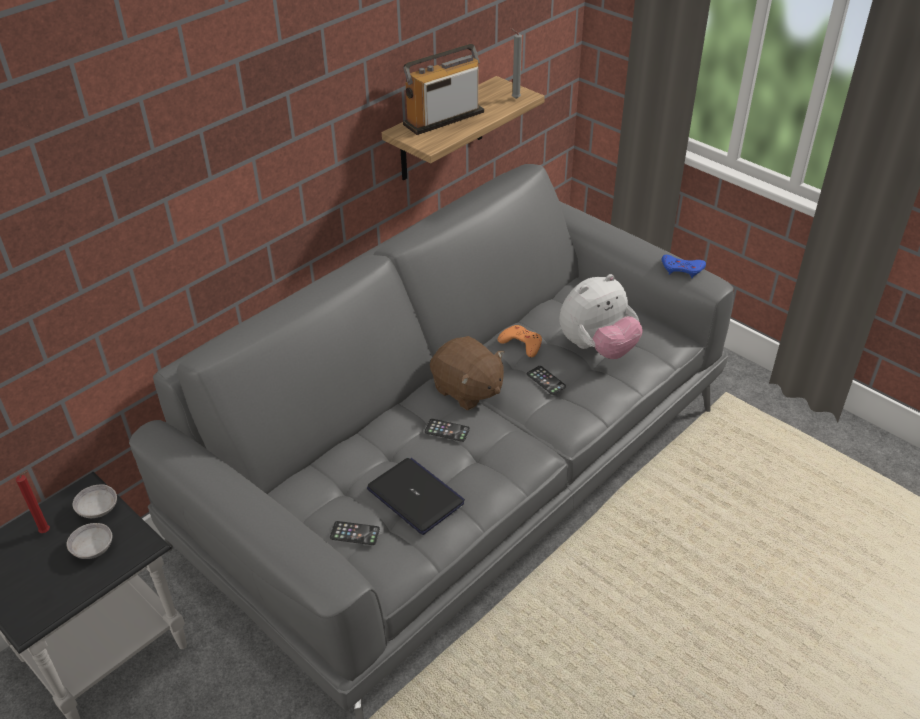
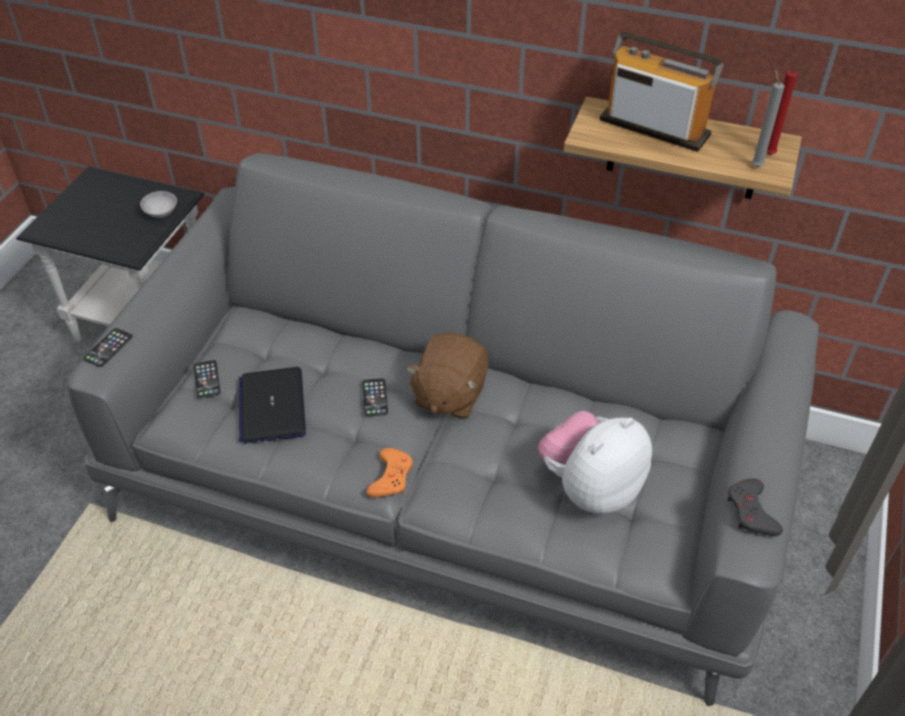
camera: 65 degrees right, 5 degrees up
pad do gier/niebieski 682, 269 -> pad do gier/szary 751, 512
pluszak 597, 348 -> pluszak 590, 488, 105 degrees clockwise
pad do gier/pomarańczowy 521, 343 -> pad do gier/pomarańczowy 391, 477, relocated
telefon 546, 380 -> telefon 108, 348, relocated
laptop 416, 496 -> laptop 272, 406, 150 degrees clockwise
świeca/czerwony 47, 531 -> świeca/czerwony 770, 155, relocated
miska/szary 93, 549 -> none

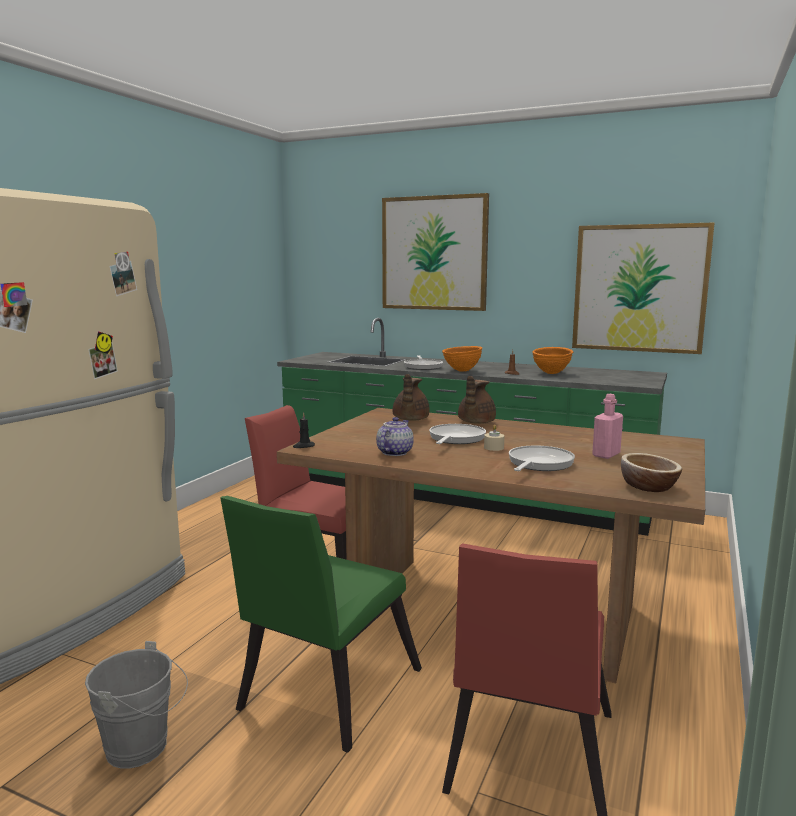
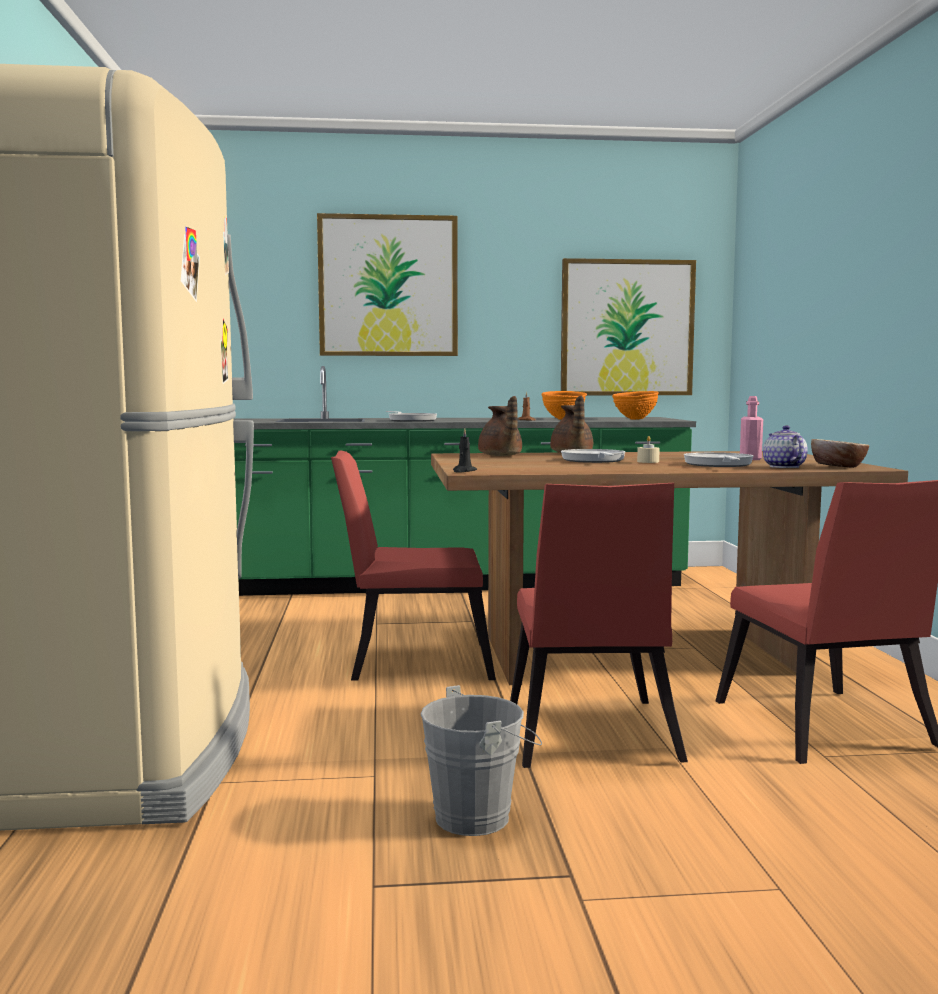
camera: 30 degrees left, 5 degrees down
miska/pomarańczowy 461, 371 -> miska/pomarańczowy 635, 419, relocated
imbryk 394, 452 -> imbryk 783, 467, relocated
krzesło/zielony 323, 694 -> krzesło/czerwony 589, 737

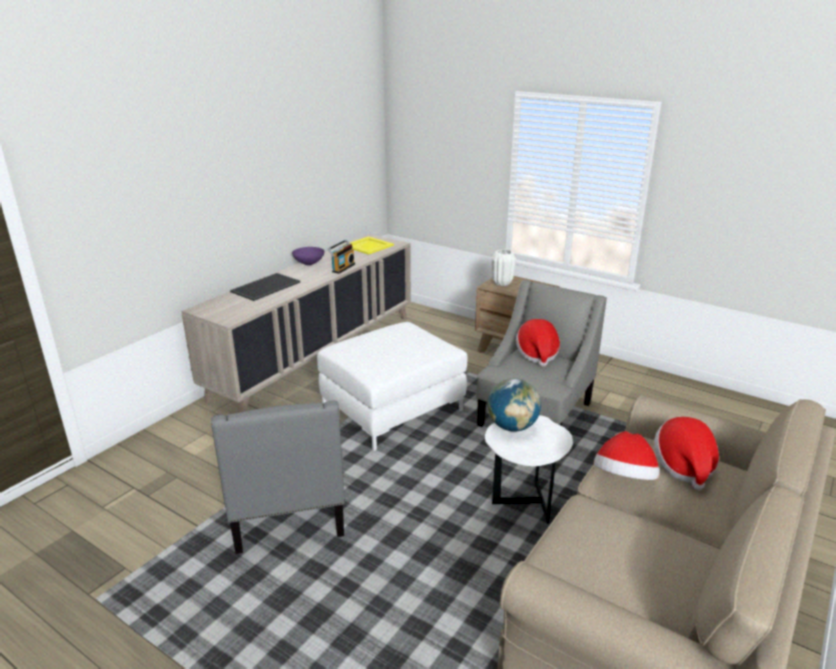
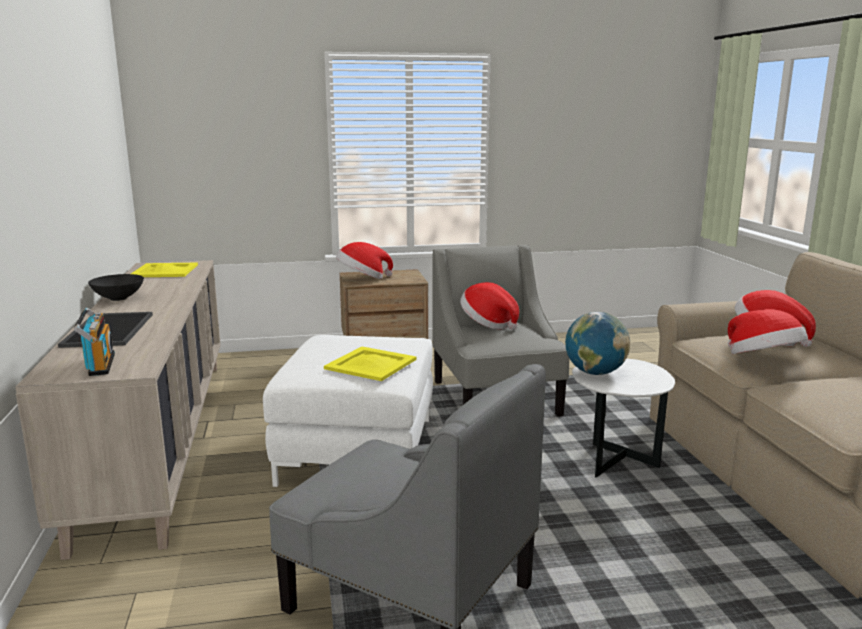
camera: 45 degrees left, 10 degrees down
radio 342, 268 -> radio 98, 365, relocated
miska/fioletowy 309, 263 -> miska/czarny 119, 298
wazon/biały 502, 283 -> kapelusz 362, 278
none -> taca/żółty 370, 364

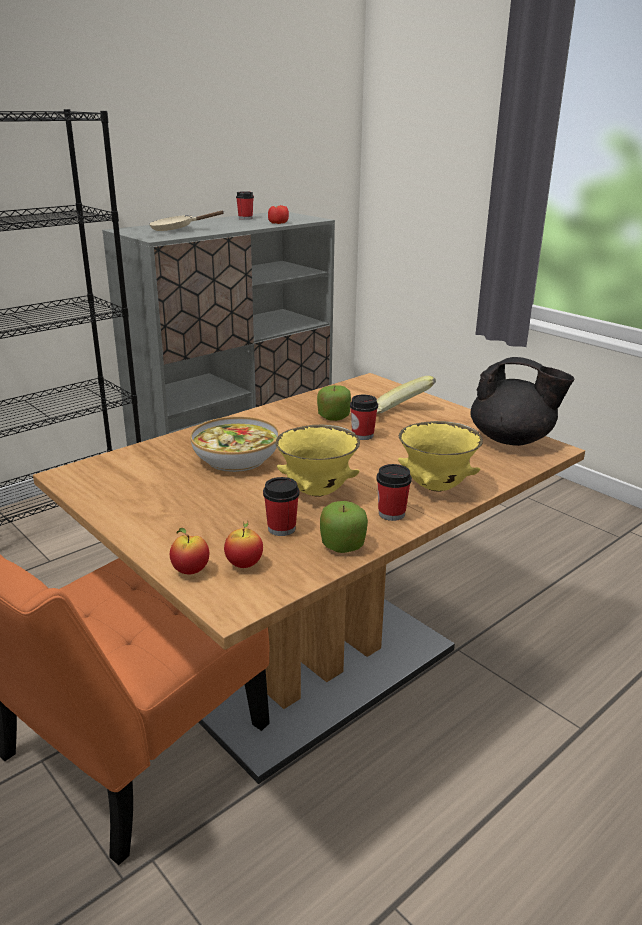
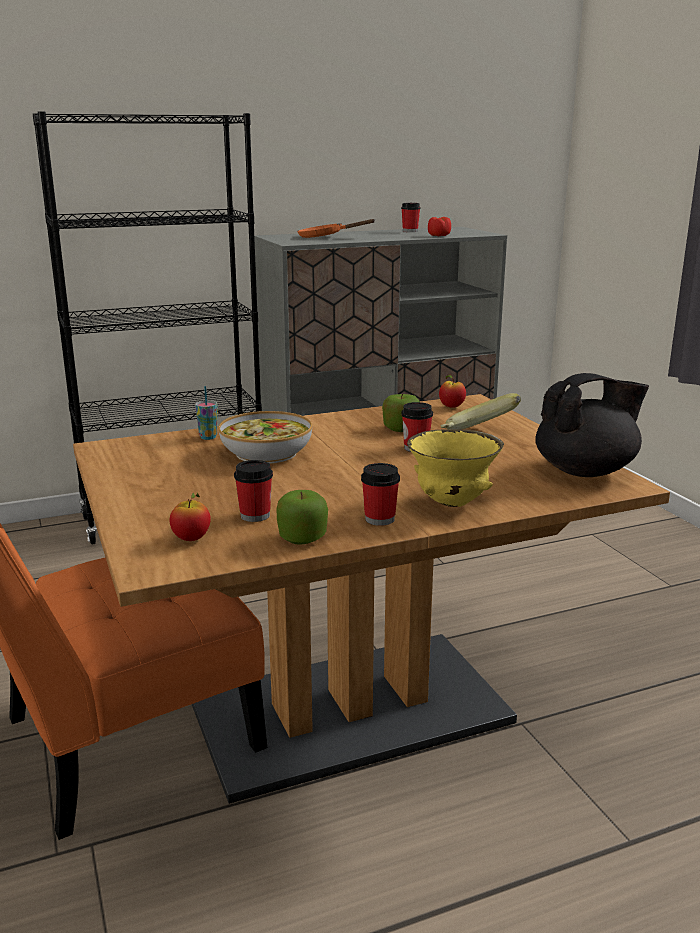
camera: 20 degrees right, 5 degrees down
patelnia/beżowy 177, 229 -> patelnia/pomarańczowy 325, 237
imbryk/czarny 512, 440 -> imbryk/czarny 586, 471, 60 degrees counterclockwise
miska/żółty 318, 492 -> none
jabłko 190, 571 -> jabłko 451, 407, relocated
none -> filiżanka 208, 437

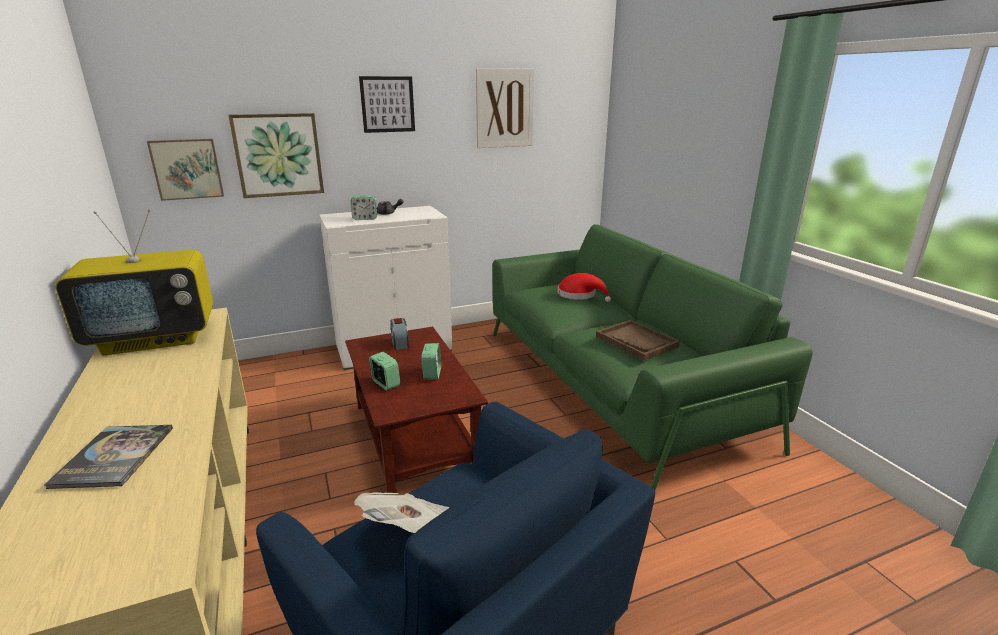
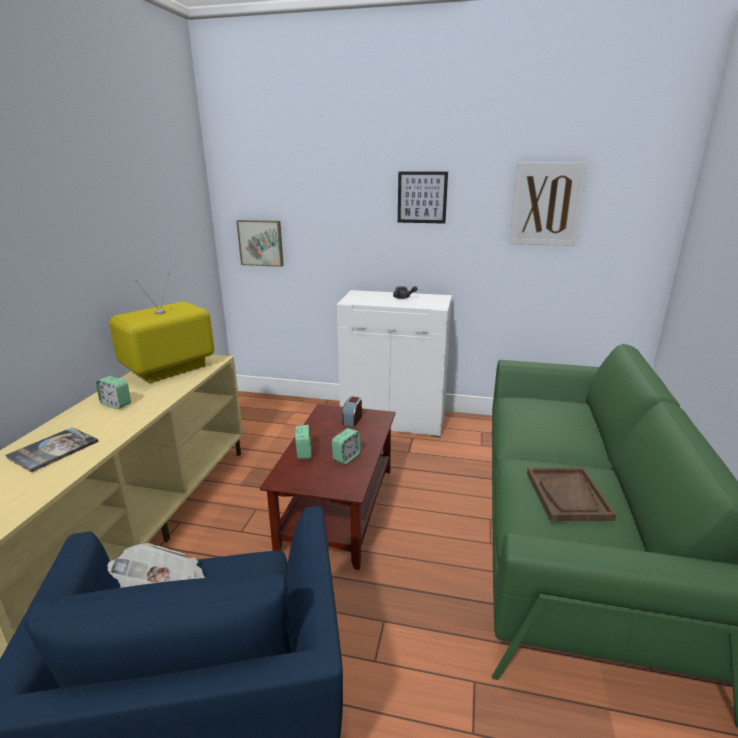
camera: 35 degrees right, 0 degrees up
obraz 278, 155 -> none
budzik 365, 218 -> budzik 116, 404, relocated
telewizor 156, 338 -> telewizor 169, 370, 120 degrees clockwise
kapelusz/czerwony 579, 295 -> none

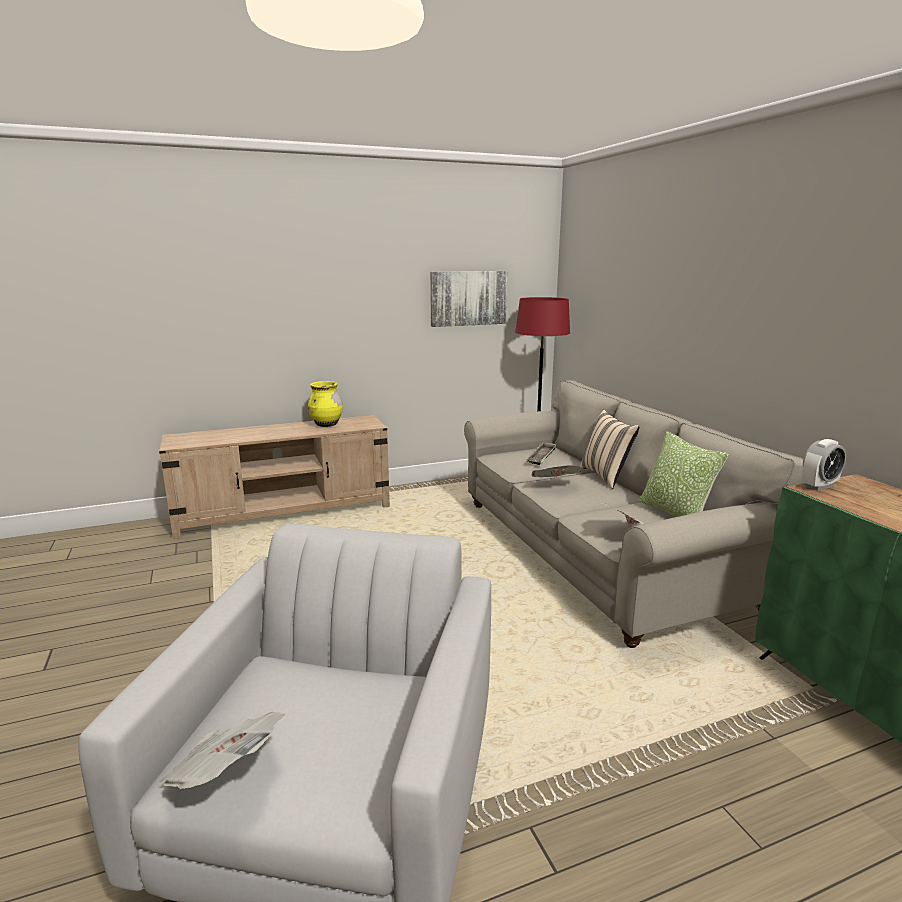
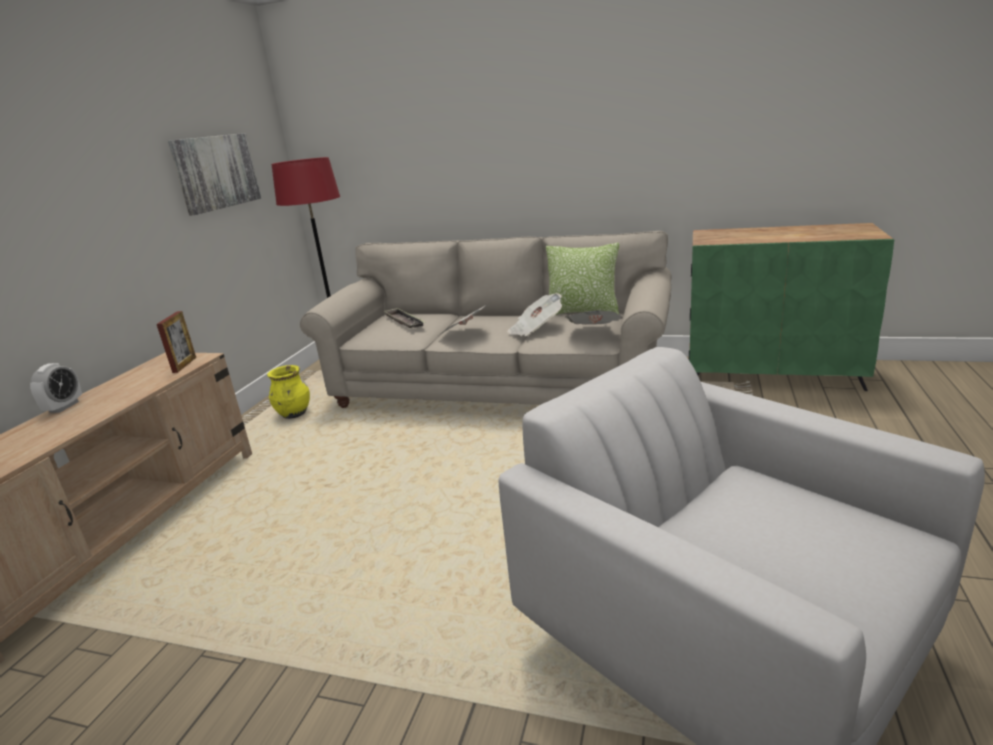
camera: 50 degrees left, 5 degrees up
wazon/żółty 326, 424 -> wazon/żółty 294, 414, relocated
poduszka/beżowy 606, 476 -> none
budzik 819, 486 -> budzik 64, 407, relocated
gazeta 226, 773 -> gazeta 535, 329, relocated
none -> ramka na zdjęcie 184, 365

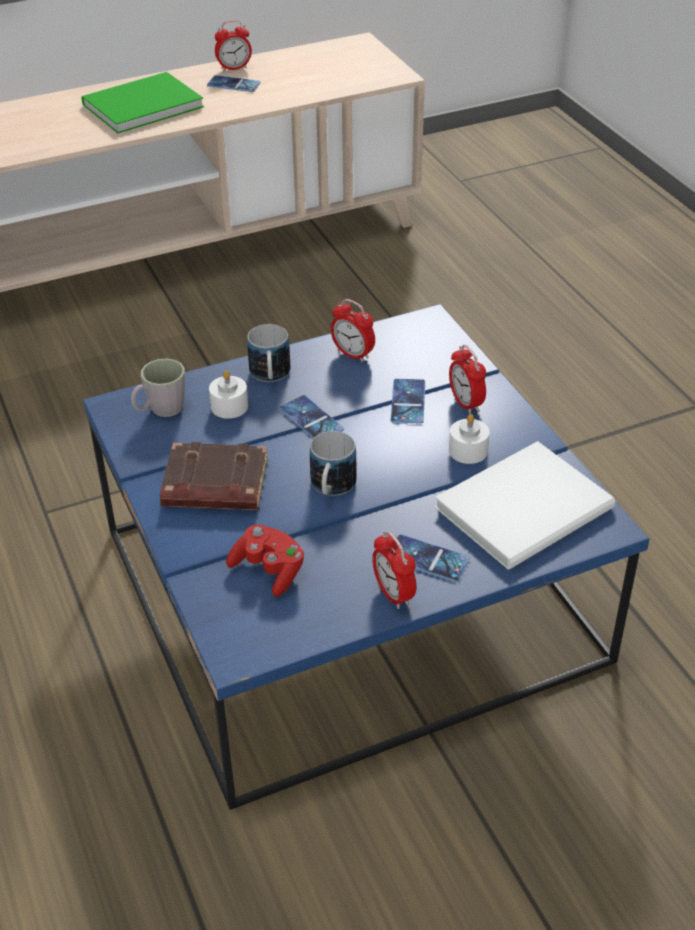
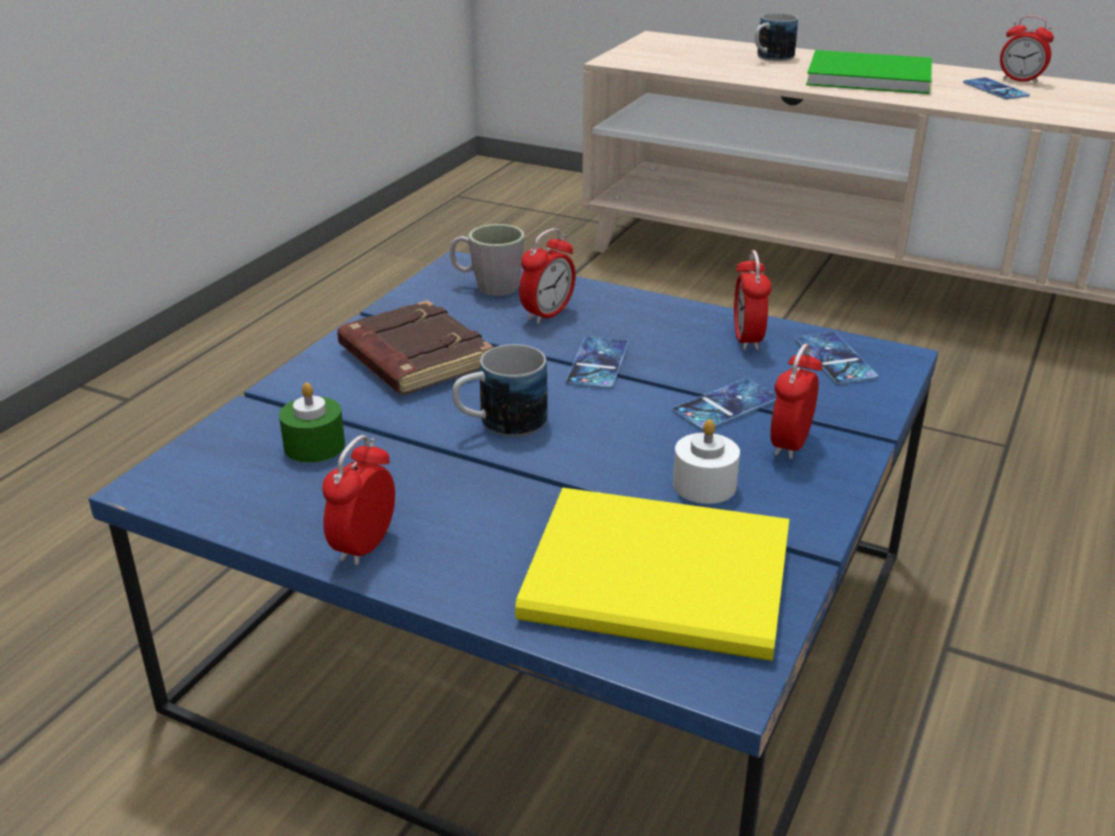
camera: 50 degrees right, 10 degrees down
kubek 270, 376 -> kubek 770, 58, relocated
świeca/biały 229, 406 -> budzik 547, 314
książka/biały 530, 508 -> książka/żółty 664, 584
pad do gier/czerwony 269, 570 -> świeca/zielony 314, 446
telefon 427, 559 -> telefon 835, 359, relocated

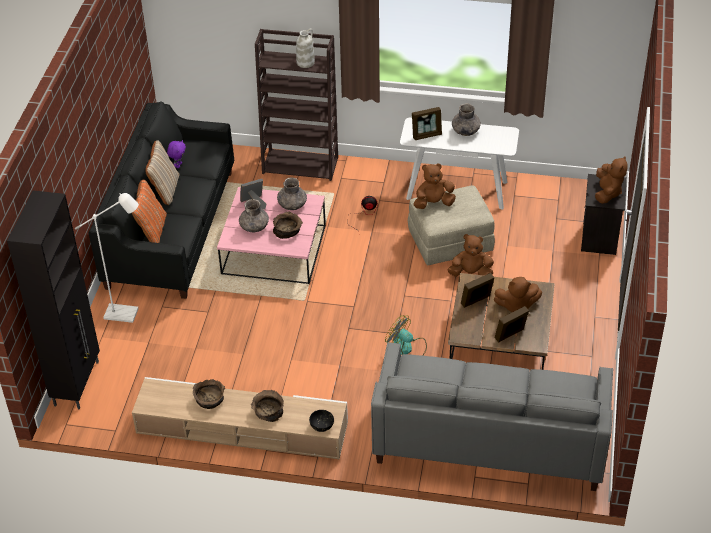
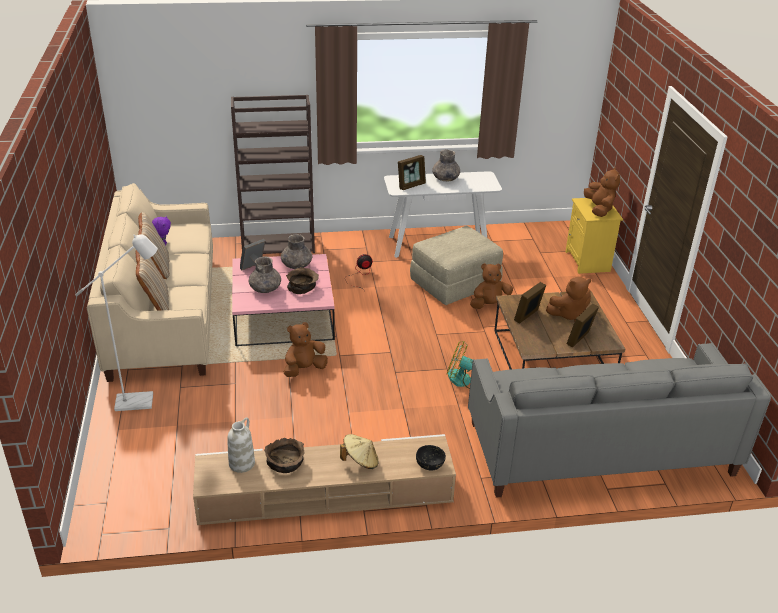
camera: 20 degrees left, 10 degrees down
wazon/biały 305, 62 -> wazon/biały 242, 463, relocated
kanapa/czarny 171, 228 -> kanapa/beżowy 164, 314
pluszak/brązowy 433, 203 -> pluszak/brązowy 304, 369, relocated
szafka nocna/czarny 600, 238 -> szafka nocna/żółty 588, 261
poduszka/pomarańczowy 152, 230 -> poduszka/beżowy 155, 303
szafka/czarny 77, 383 -> none
miska/brązowy 268, 411 -> kapelusz/beżowy 360, 461

